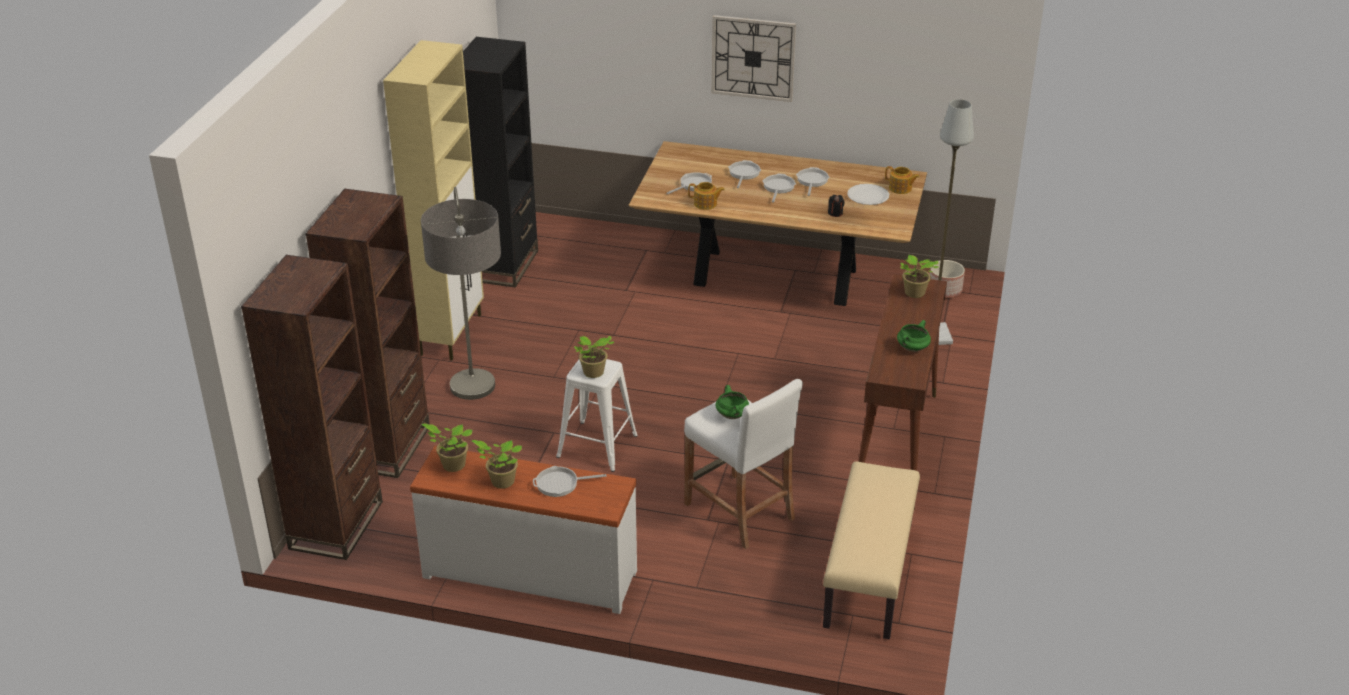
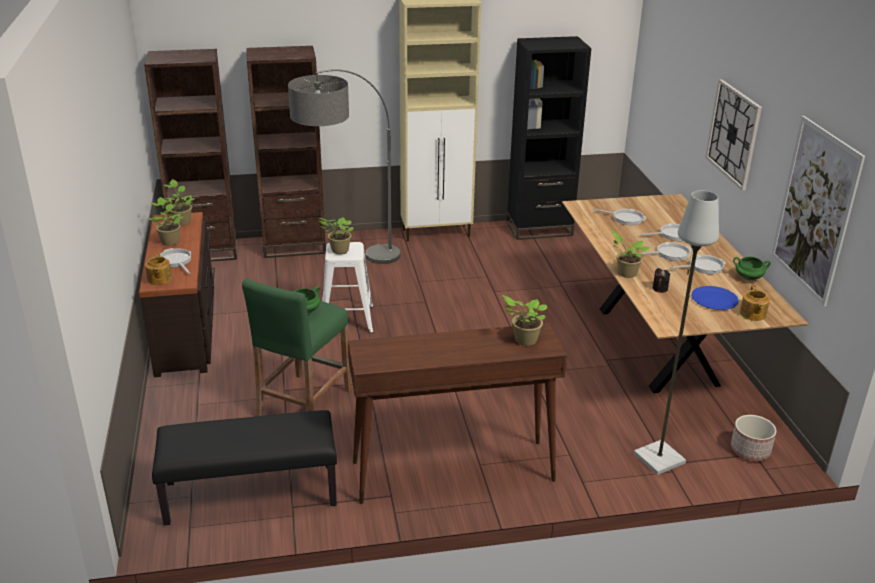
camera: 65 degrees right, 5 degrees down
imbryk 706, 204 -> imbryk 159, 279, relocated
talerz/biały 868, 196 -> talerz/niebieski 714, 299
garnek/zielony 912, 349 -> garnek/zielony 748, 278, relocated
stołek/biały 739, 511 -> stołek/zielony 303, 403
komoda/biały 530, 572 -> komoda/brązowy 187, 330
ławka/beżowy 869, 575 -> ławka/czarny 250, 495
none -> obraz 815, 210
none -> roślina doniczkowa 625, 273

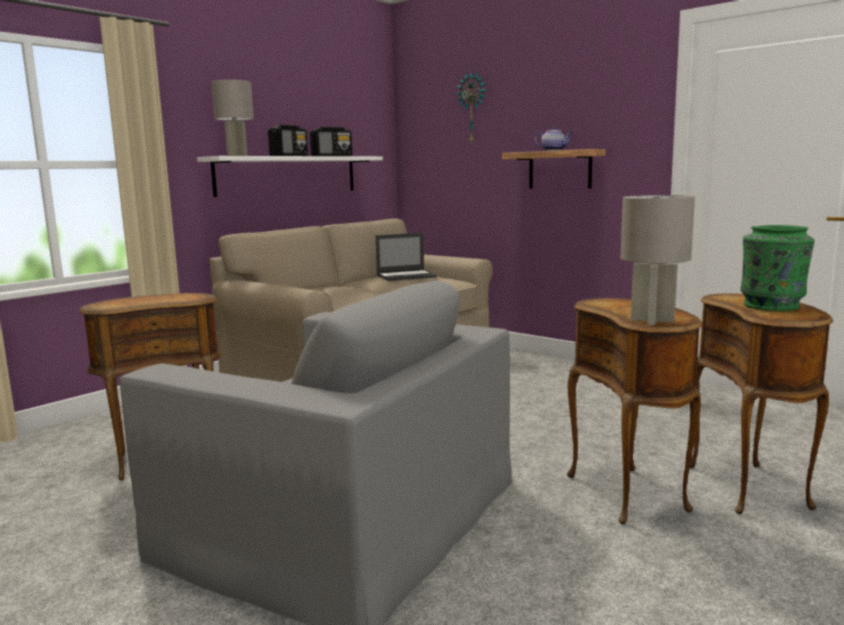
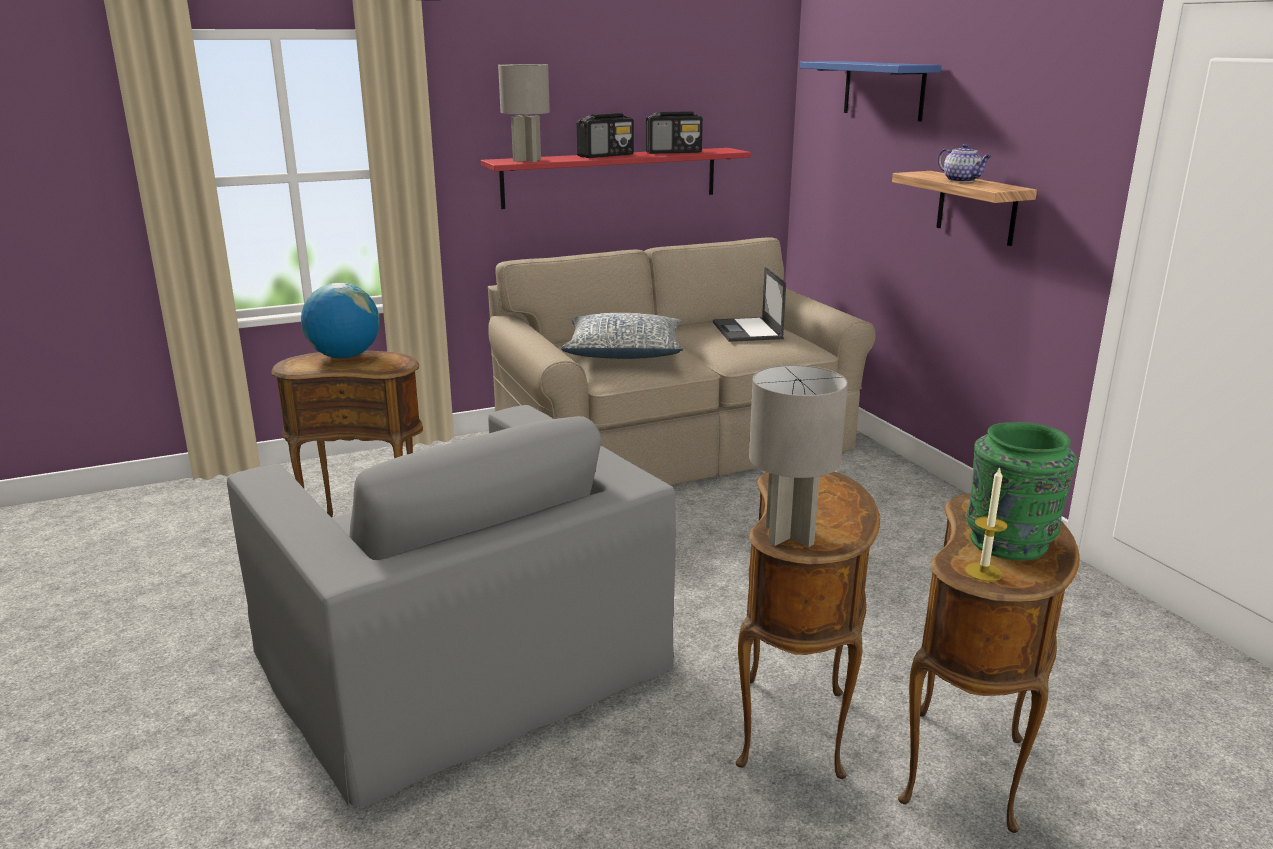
camera: 25 degrees right, 10 degrees up
zegar ścienny 473, 108 -> półka/niebieski 883, 90
półka/biały 288, 175 -> półka/czerwony 611, 177
laptop 407, 276 -> laptop 748, 331, 75 degrees clockwise
none -> globus 344, 356
none -> poduszka 624, 352
none -> świeca 983, 572

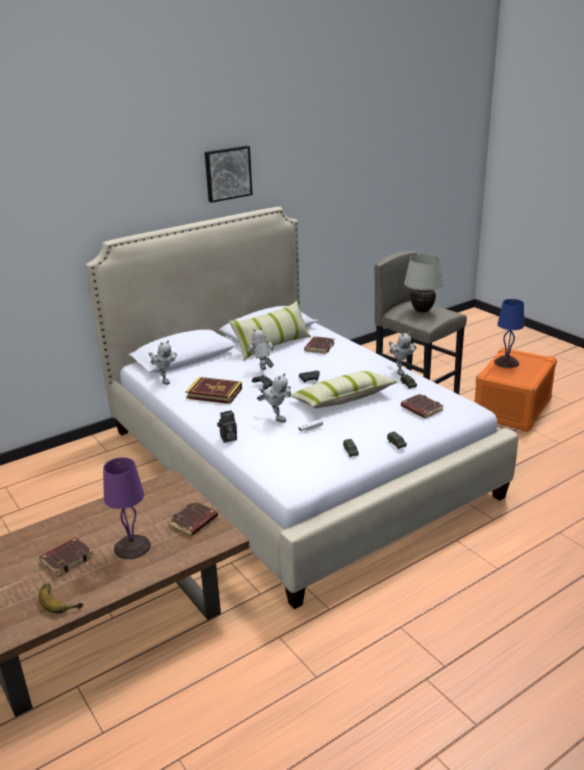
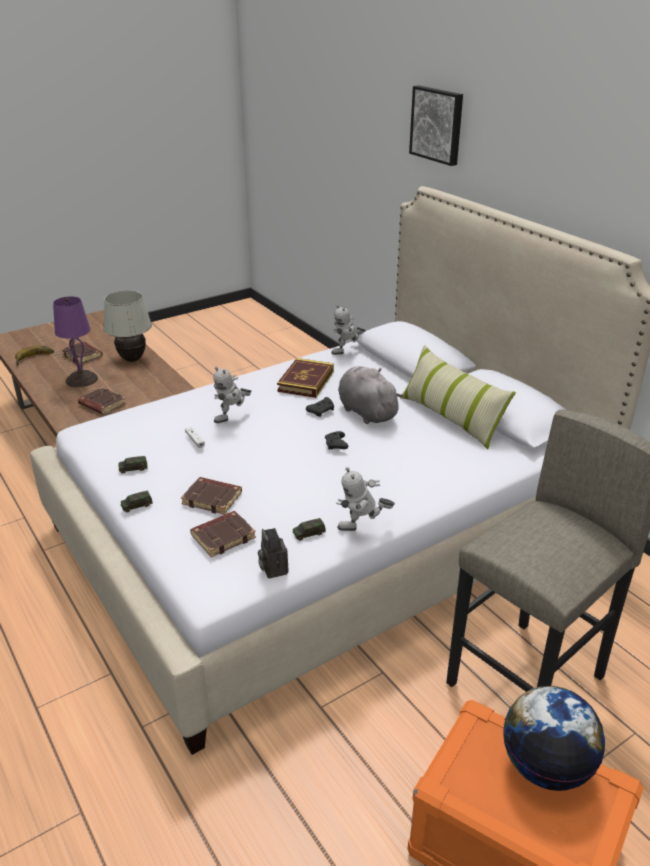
camera: 90 degrees right, 5 degrees up
obraz 227, 173 -> obraz 437, 124, relocated
lampa stołowa/biały 422, 311 -> lampa stołowa/biały 132, 359, relocated
lampa stołowa/niebieski 506, 362 -> globus 546, 766
robot zabawkowy 263, 371 -> pluszak/szary 366, 412
książka/brązowy 319, 347 -> książka/brązowy 213, 499, relocated
poduszka 343, 399 -> none
aparat fotograficzny 228, 439 -> aparat fotograficzny 272, 569, relocated

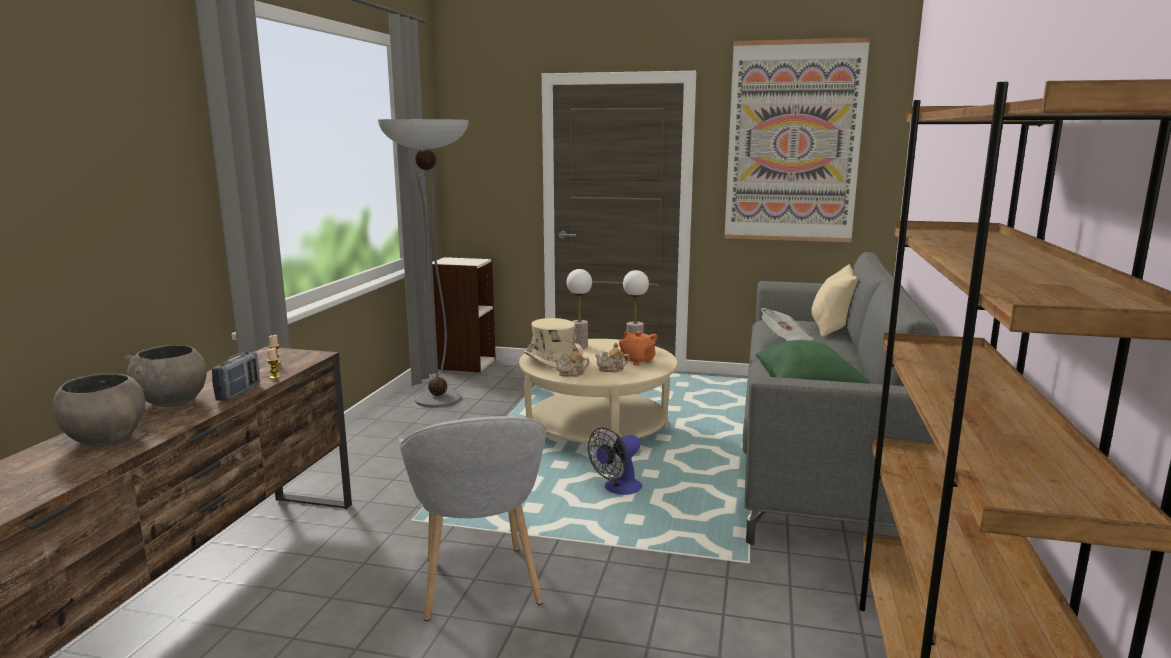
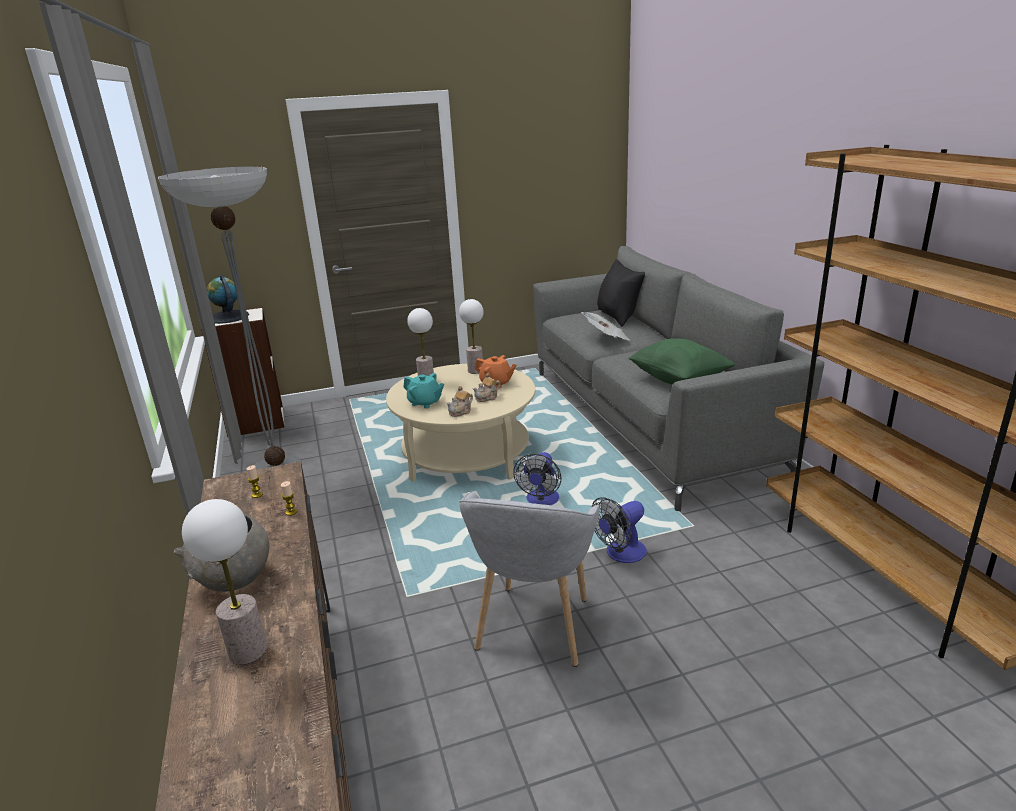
camera: 30 degrees left, 10 degrees up
obraz 793, 143 -> none
poduszka/beżowy 833, 329 -> poduszka/czarny 618, 317
kapelusz/beżowy 553, 361 -> imbryk/turkusowy 425, 403
radio 239, 392 -> none
miska/szary 105, 439 -> lampa stołowa 248, 651
fotel/szary 479, 585 -> fotel/szary 534, 627, 60 degrees clockwise
none -> globus 228, 317
none -> wentylator 620, 554

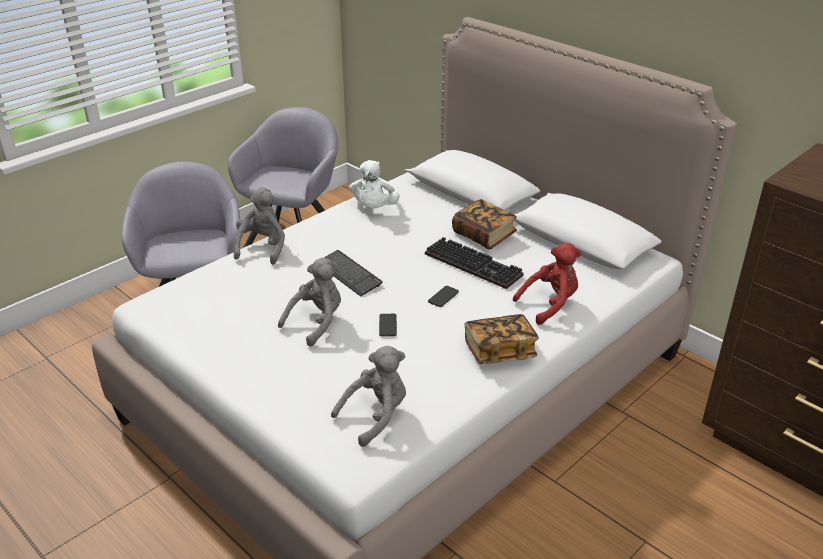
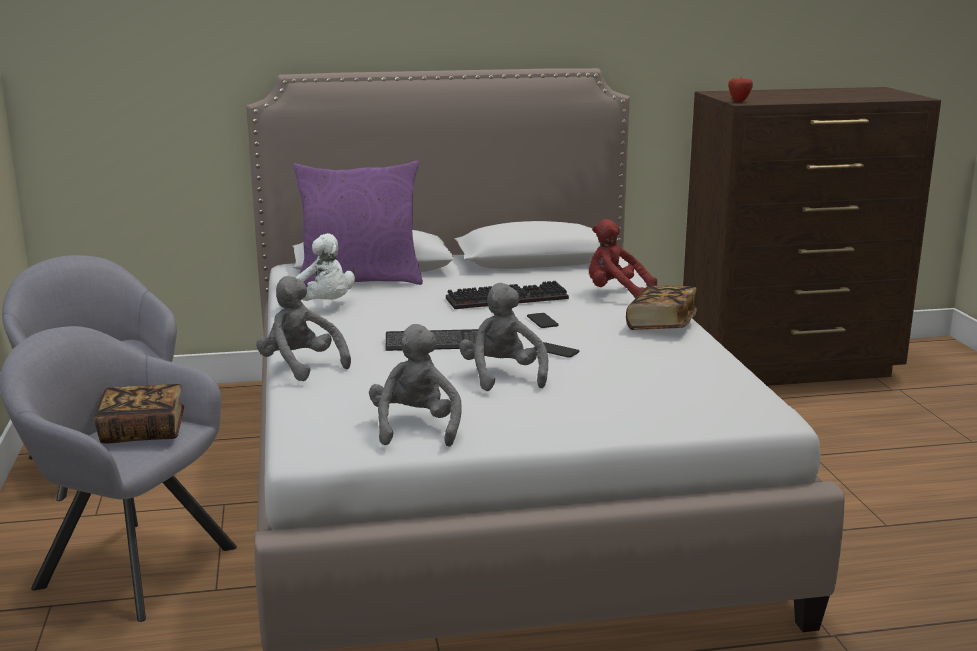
camera: 55 degrees left, 15 degrees down
książka 484, 235 -> książka 143, 431, relocated
pluszak/czerwony 550, 304 -> pluszak/czerwony 616, 293, 75 degrees counterclockwise
pluszak/szary 376, 416 -> pluszak/szary 416, 428, relocated
none -> jabłko 739, 101
none -> poduszka/fioletowy 360, 280

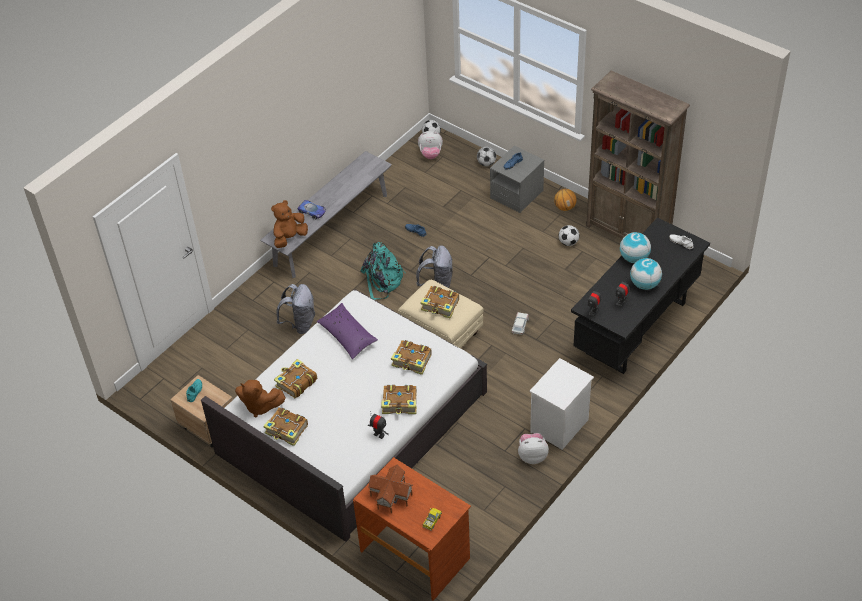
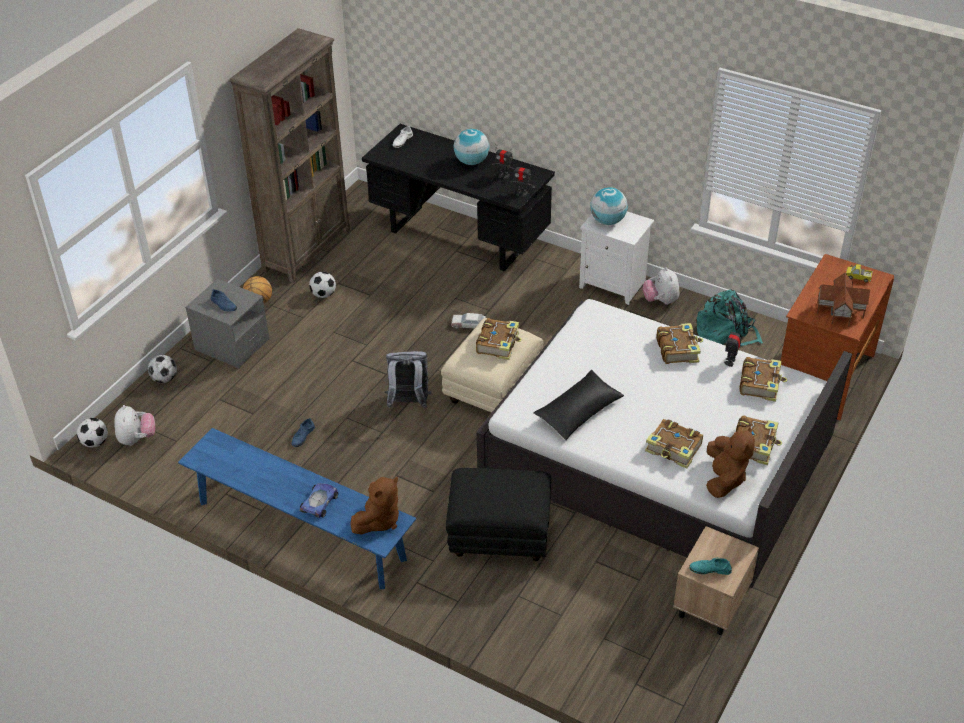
camera: 100 degrees left, 5 degrees down
ławka/szary 331, 230 -> ławka/niebieski 301, 530
pluszak/brązowy 289, 238 -> pluszak/brązowy 379, 520, 90 degrees counterclockwise
globus 634, 258 -> globus 608, 221, relocated
plecak/turkusowy 382, 281 -> plecak/turkusowy 725, 336, relocated
plecak/szary 300, 324 -> pufa/czarny 498, 535
poduszka/fioletowy 347, 335 -> poduszka/czarny 578, 411
książka 412, 361 -> książka 760, 384, relocated

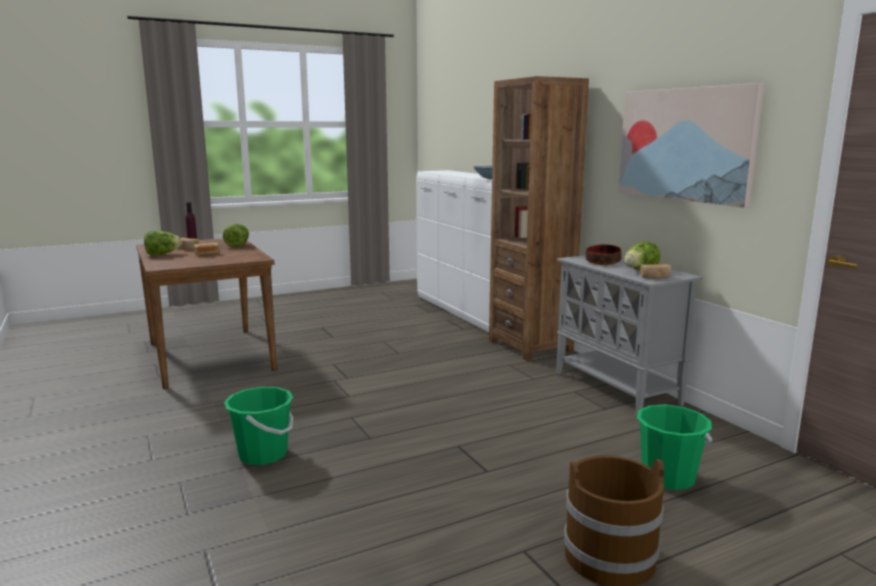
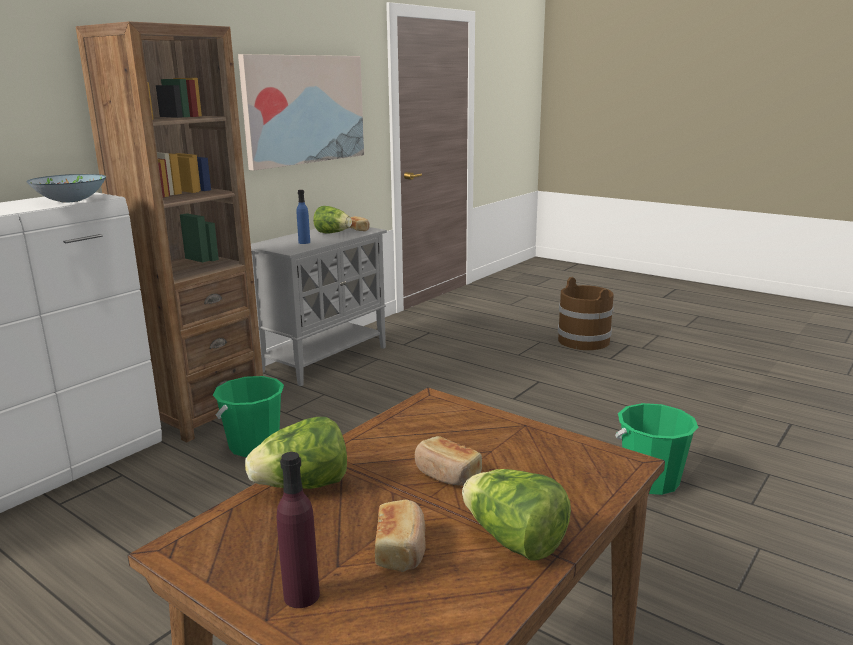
camera: 115 degrees left, 5 degrees up
miska 602, 262 -> butelka/niebieski 304, 242
wiadro/zielony 668, 478 -> wiadro/zielony 254, 446, relocated

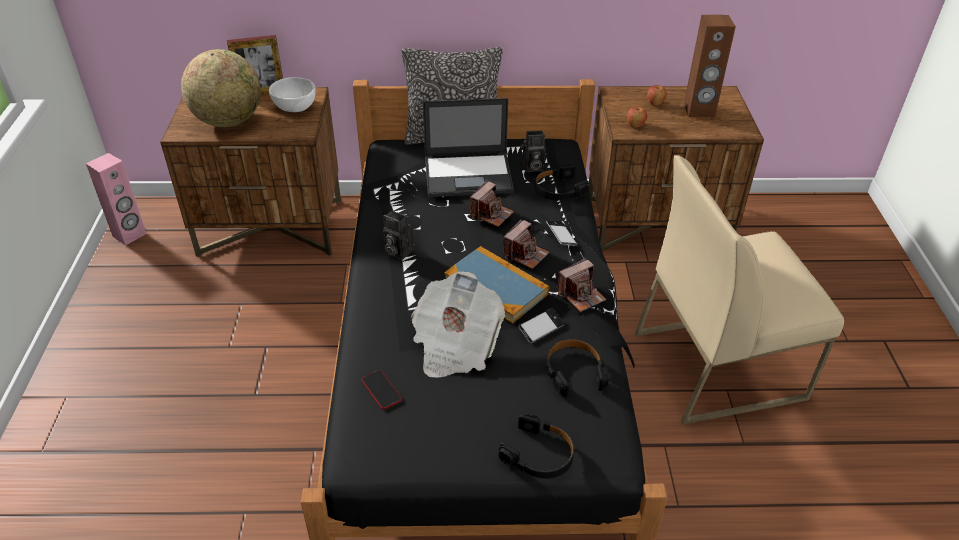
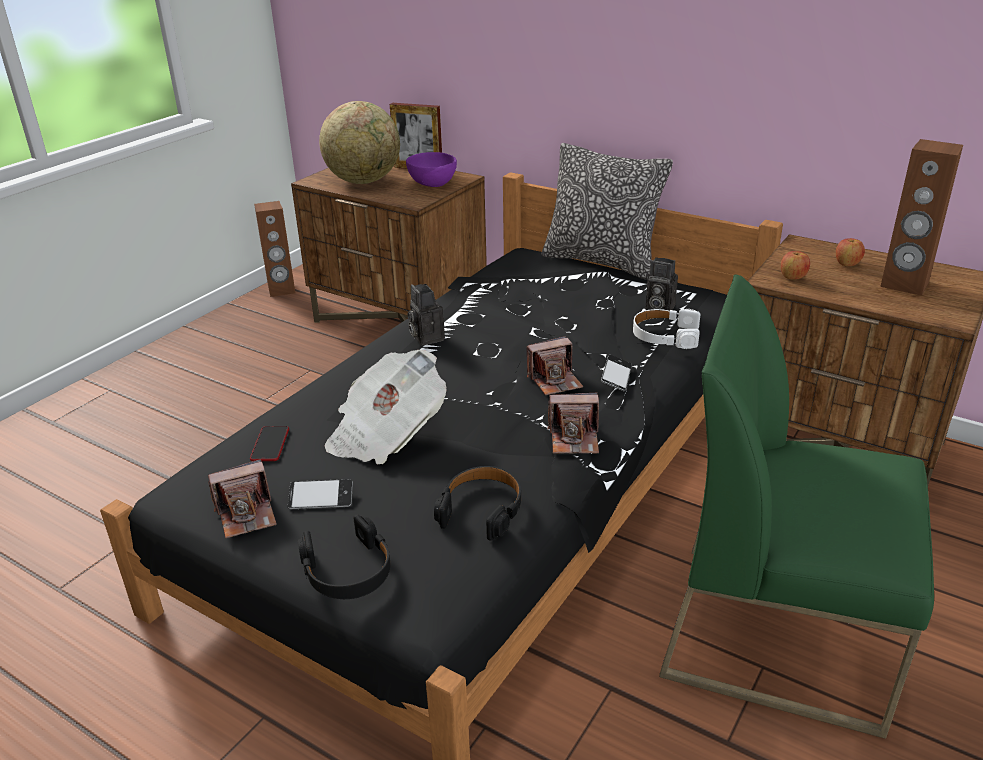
camera: 35 degrees right, 10 degrees down
miska/biały 295, 109 -> miska/fioletowy 432, 185
laptop 469, 175 -> none
głośnik/różowy 130, 235 -> głośnik/brązowy 281, 290
krzesło/beżowy 719, 364 -> krzesło/zielony 780, 632
słuchawki/czarny 558, 190 -> słuchawki/biały 665, 336
aparat fotograficzny 491, 214 -> aparat fotograficzny 247, 515, relocated
książka 496, 287 -> none
telefon 541, 328 -> telefon 321, 499, relocated

